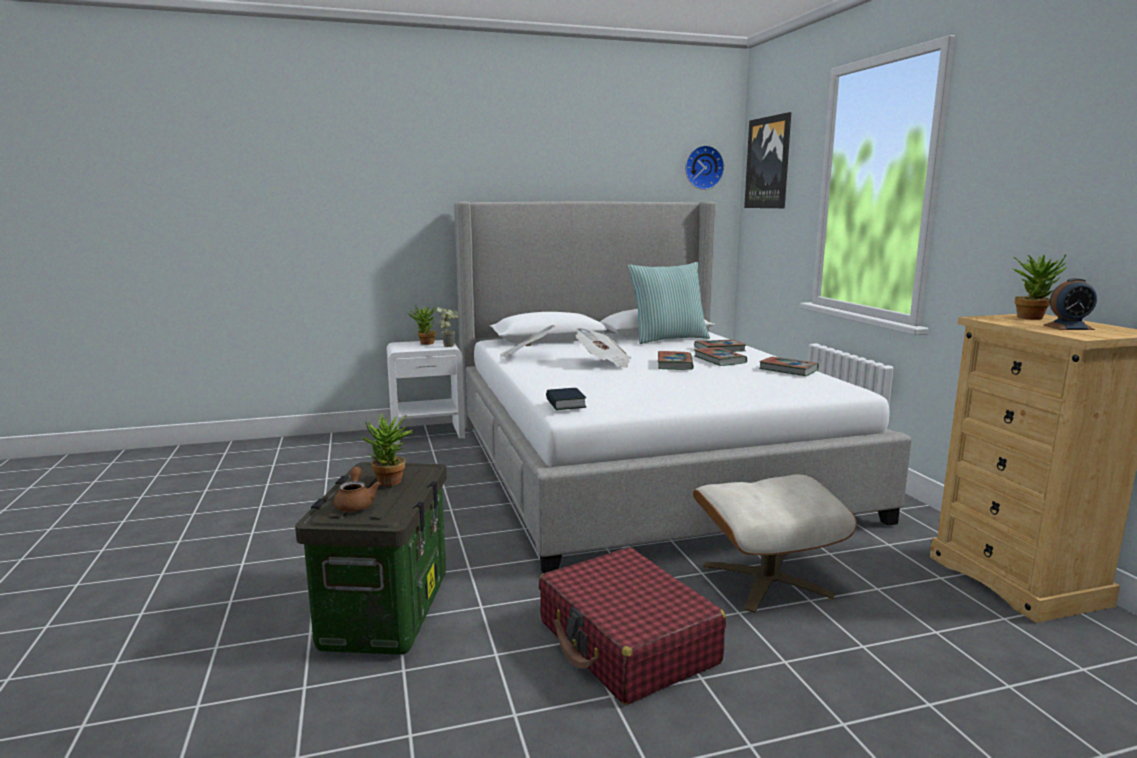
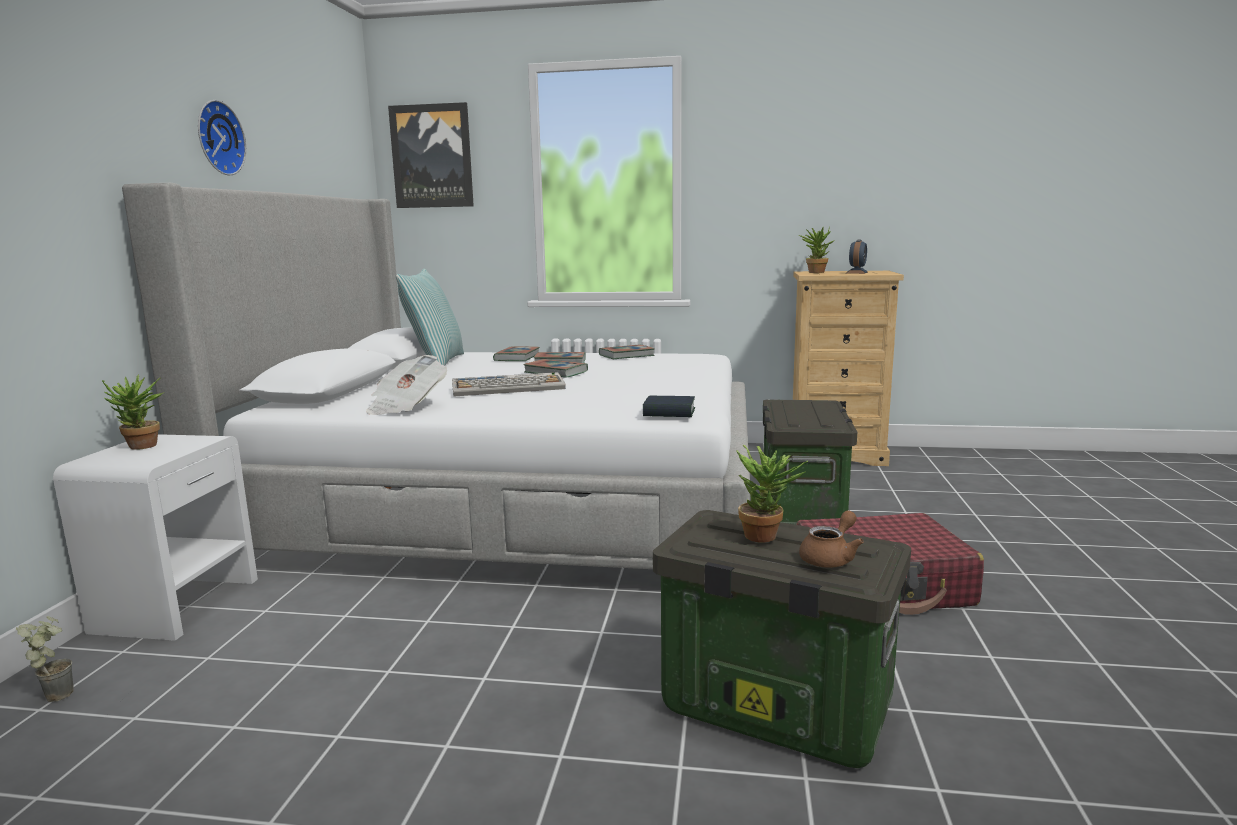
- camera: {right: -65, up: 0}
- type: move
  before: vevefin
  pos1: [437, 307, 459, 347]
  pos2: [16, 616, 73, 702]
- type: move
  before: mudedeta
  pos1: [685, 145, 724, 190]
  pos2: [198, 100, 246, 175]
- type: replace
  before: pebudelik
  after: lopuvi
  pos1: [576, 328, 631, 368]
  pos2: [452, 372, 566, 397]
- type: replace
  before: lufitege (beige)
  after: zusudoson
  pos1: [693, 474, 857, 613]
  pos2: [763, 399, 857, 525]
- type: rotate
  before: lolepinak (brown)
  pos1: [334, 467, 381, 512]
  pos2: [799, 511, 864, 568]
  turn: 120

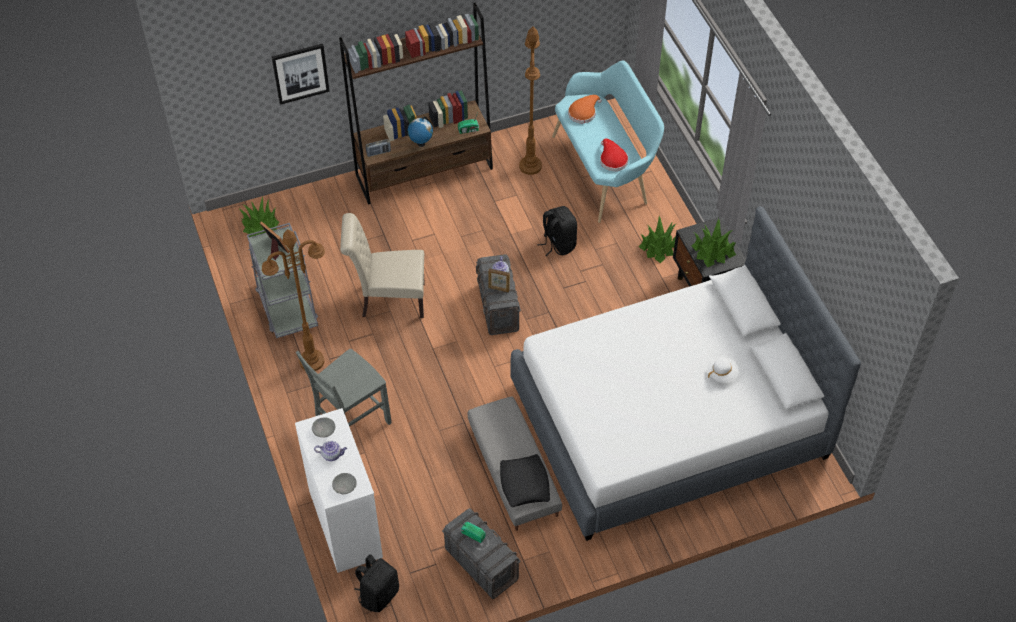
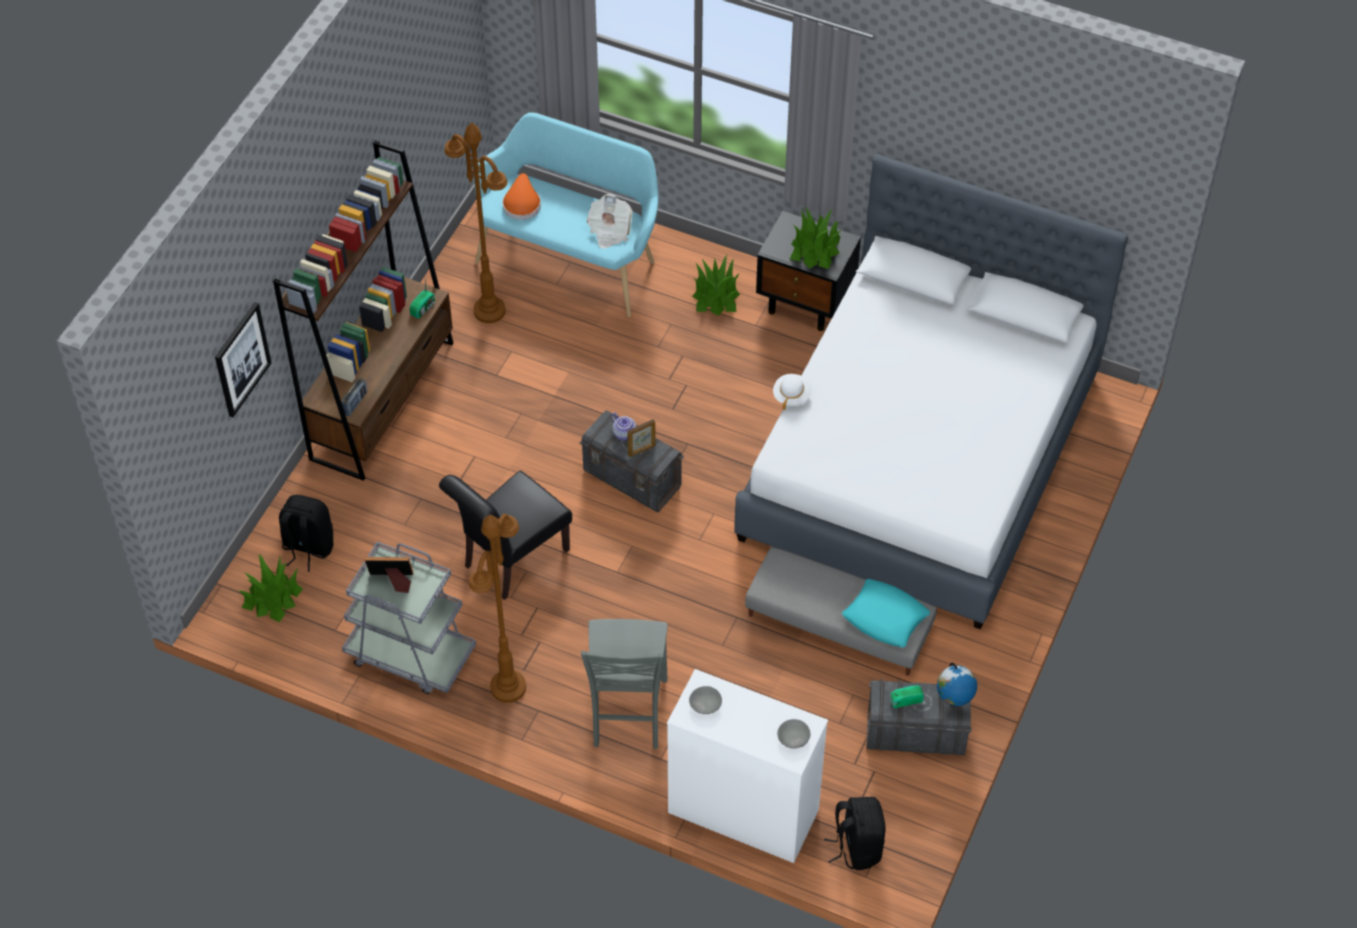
- camera: {right: -45, up: 0}
- type: move
  before: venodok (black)
  pos1: [538, 206, 577, 256]
  pos2: [279, 495, 334, 572]
- type: recolor
  before: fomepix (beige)
  after: fomepix (black)
  pos1: [340, 213, 425, 318]
  pos2: [439, 471, 572, 600]
- type: replace
  before: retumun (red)
  after: pebudelik
  pos1: [600, 138, 628, 171]
  pos2: [587, 194, 633, 249]
- type: move
  before: retumun (white)
  pos1: [708, 357, 738, 382]
  pos2: [773, 374, 812, 410]
- type: recolor
  before: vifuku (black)
  after: vifuku (turquoise)
  pos1: [500, 454, 550, 508]
  pos2: [842, 579, 930, 648]
- type: move
  before: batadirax
  pos1: [408, 117, 433, 147]
  pos2: [937, 663, 977, 706]
- type: delete
  before: lolepinak
  pos1: [314, 441, 347, 461]

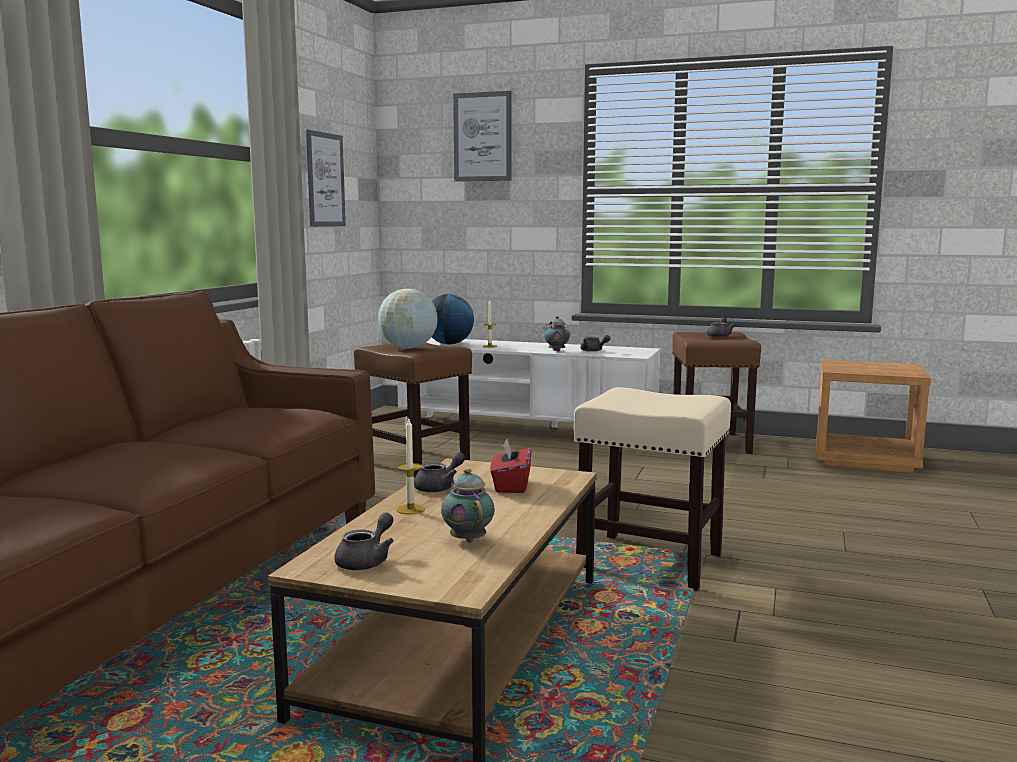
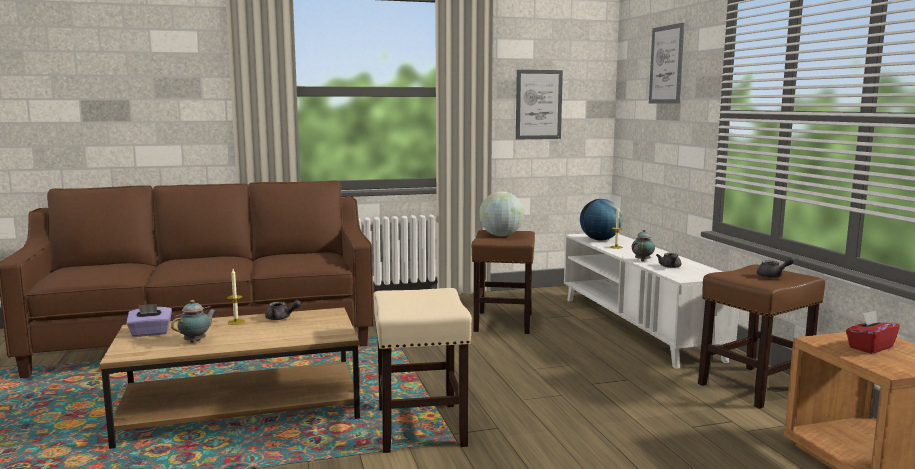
- camera: {right: 55, up: 0}
- type: replace
  before: lolepinak (grey)
  after: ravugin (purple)
  pos1: [334, 513, 394, 570]
  pos2: [126, 304, 172, 337]
- type: move
  before: ravugin (red)
  pos1: [490, 439, 531, 493]
  pos2: [846, 310, 900, 354]

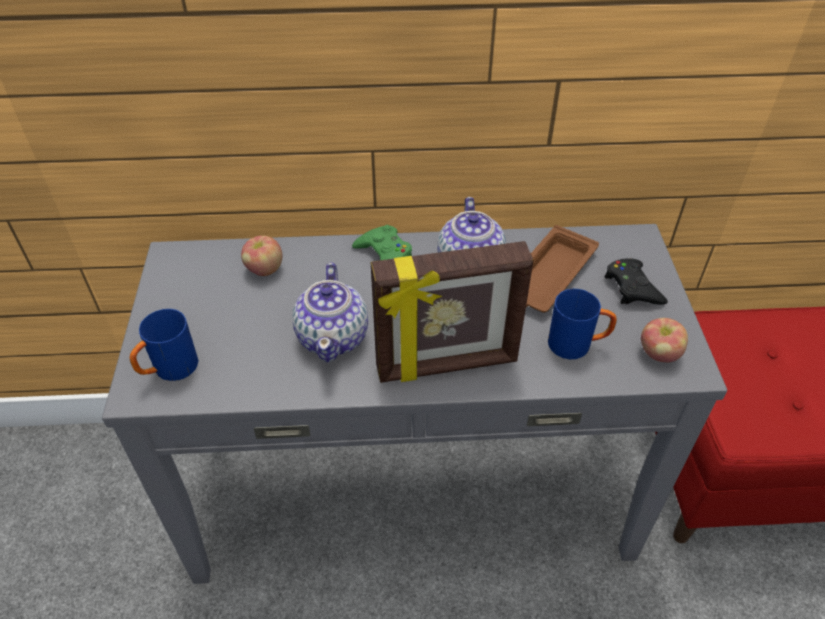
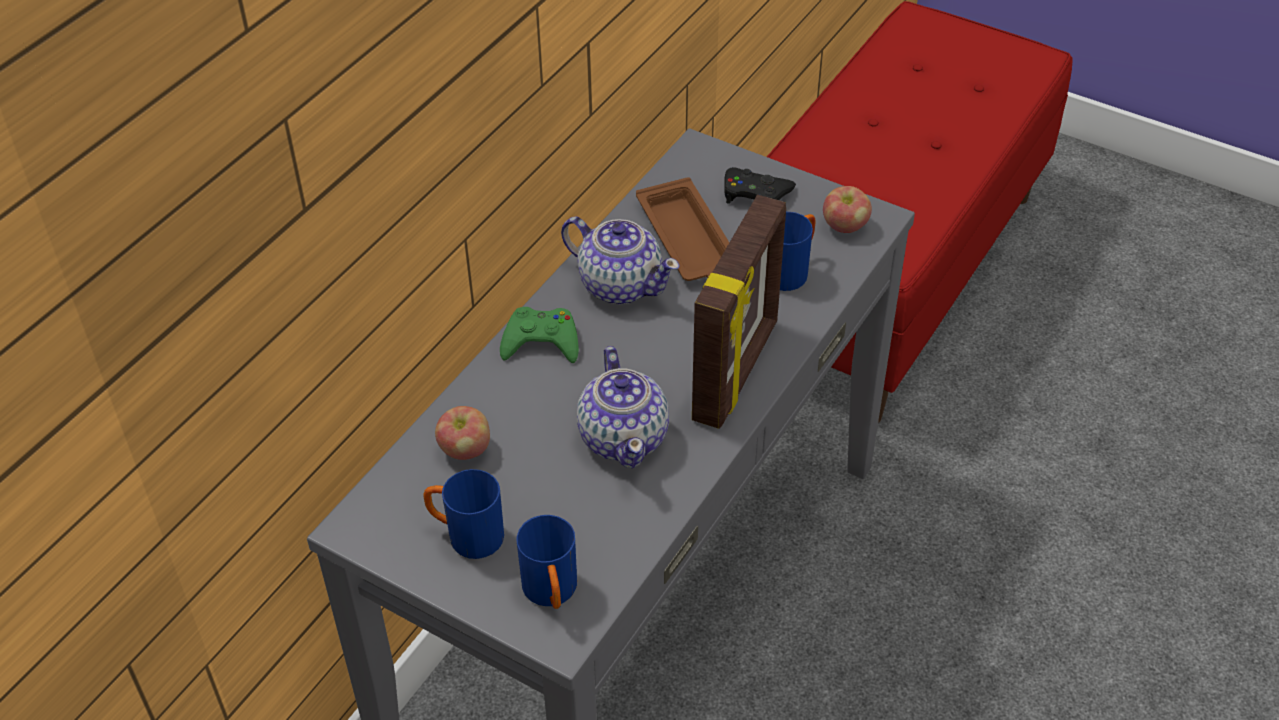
- camera: {right: -55, up: 0}
- type: insert
  after: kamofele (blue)
  pos2: [423, 469, 504, 559]
- type: rotate
  before: lolepinak
  pos1: [292, 263, 368, 362]
  pos2: [577, 346, 669, 468]
  turn: 45

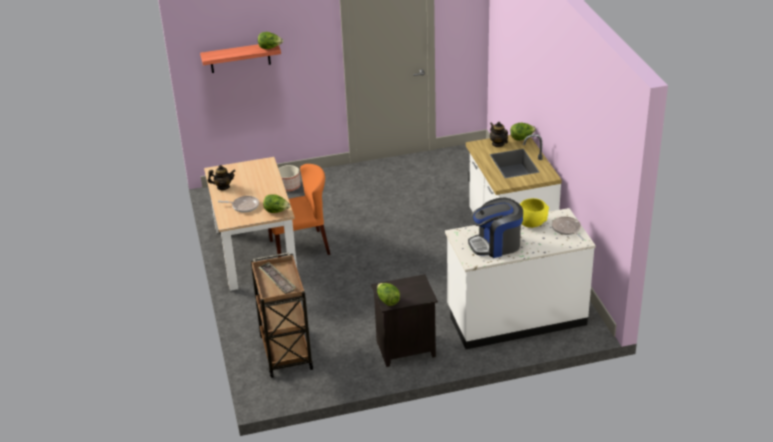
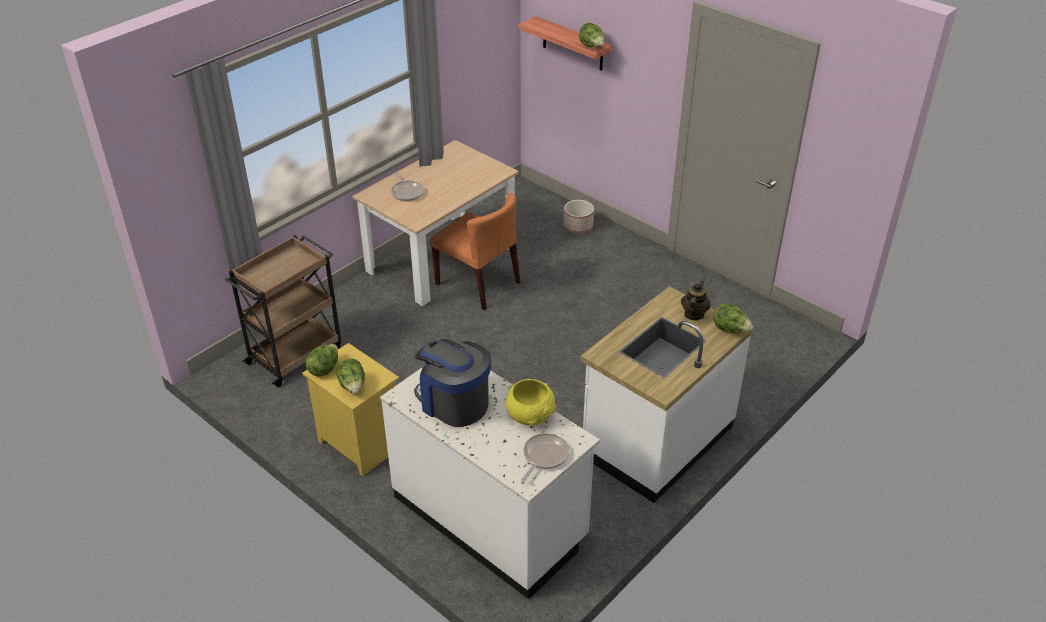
- camera: {right: 55, up: 5}
- type: recolor
  before: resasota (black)
  after: resasota (yellow)
  pos1: [371, 274, 438, 367]
  pos2: [302, 343, 399, 476]
- type: move
  before: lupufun
  pos1: [263, 195, 290, 213]
  pos2: [337, 359, 365, 394]
- type: delete
  before: lolepinak
  pos1: [208, 165, 235, 190]
- type: delete
  before: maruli
  pos1: [259, 262, 296, 294]

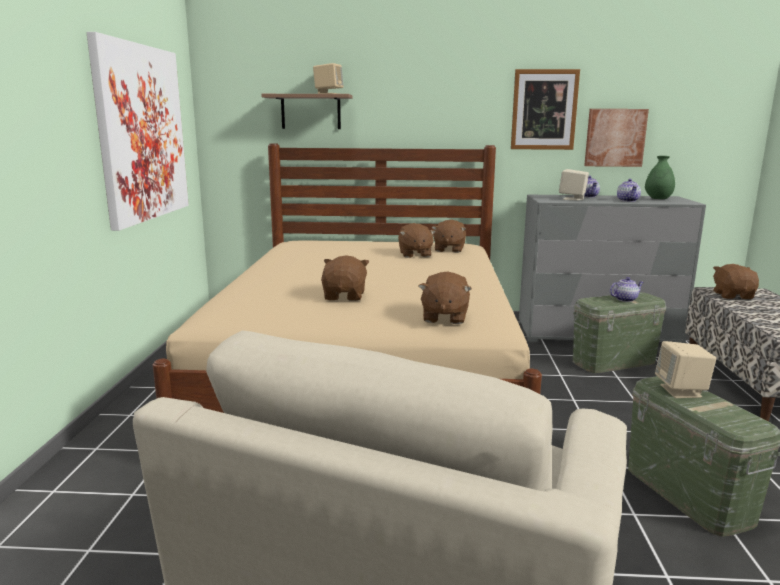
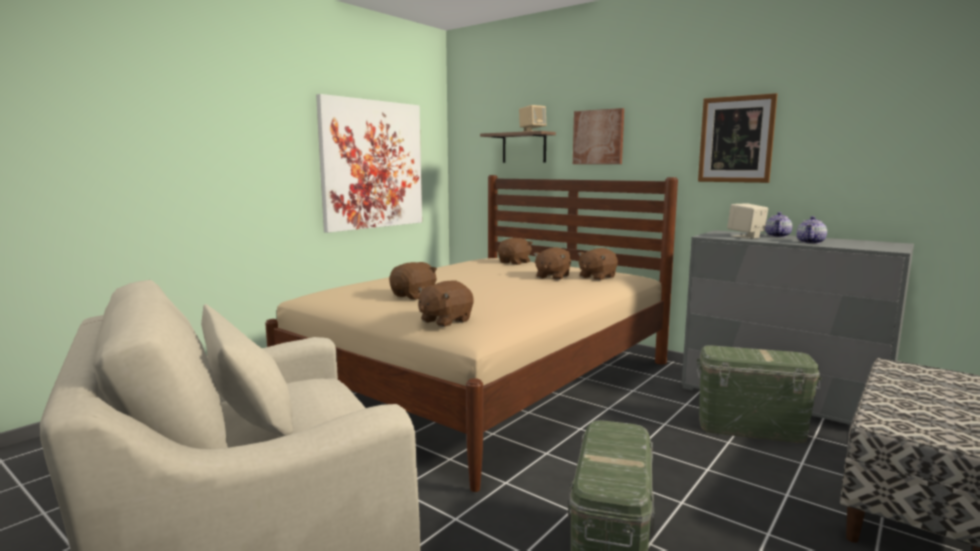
- camera: {right: 35, up: -5}
- type: move
  before: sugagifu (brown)
  pos1: [713, 264, 759, 299]
  pos2: [498, 238, 533, 265]
- type: move
  before: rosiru
  pos1: [584, 109, 649, 167]
  pos2: [573, 108, 624, 164]
- type: delete
  before: lolepinak
  pos1: [610, 277, 643, 302]
- type: delete
  before: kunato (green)
  pos1: [645, 156, 675, 199]
- type: delete
  before: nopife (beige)
  pos1: [655, 341, 716, 398]

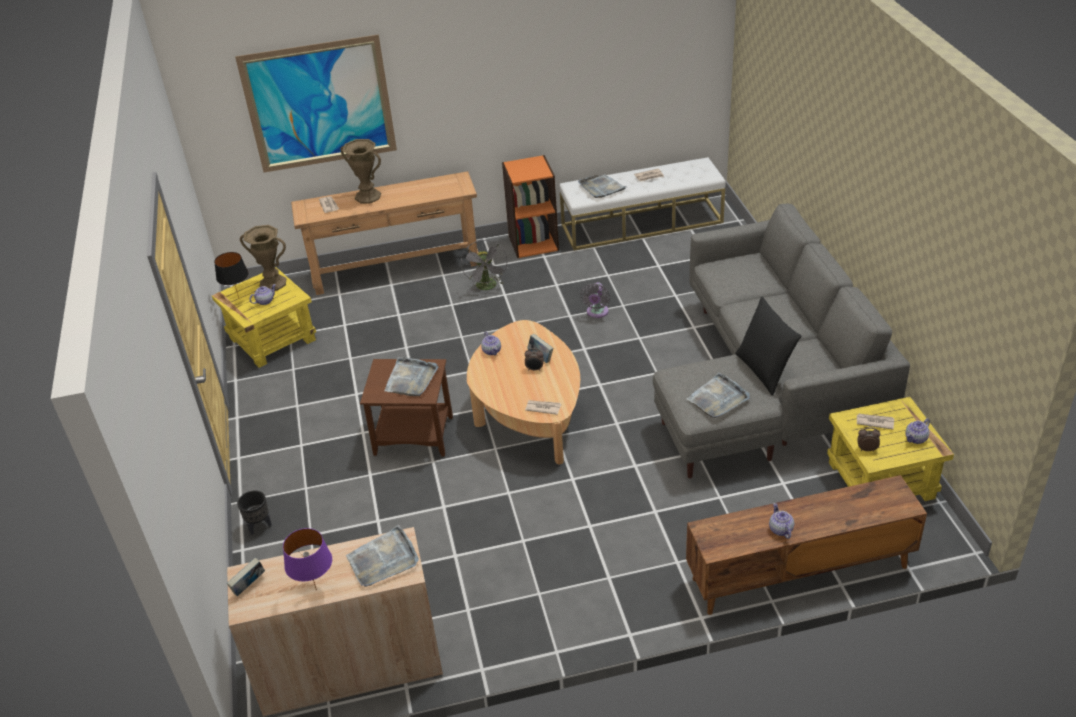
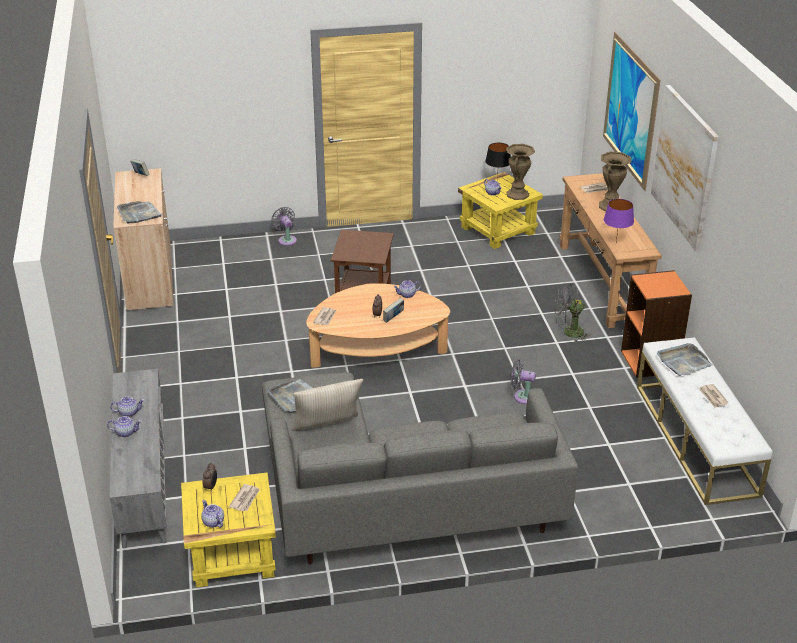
- camera: {right: 90, up: -5}
- type: insert
  after: lolepinak
  pos2: [107, 416, 141, 437]
- type: recolor
  before: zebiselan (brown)
  after: zebiselan (grey)
  pos1: [686, 475, 927, 615]
  pos2: [110, 369, 167, 548]
- type: replace
  before: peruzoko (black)
  after: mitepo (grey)
  pos1: [237, 490, 272, 535]
  pos2: [271, 207, 297, 246]
- type: recolor
  before: vifuku (black)
  after: vifuku (beige)
  pos1: [736, 297, 801, 396]
  pos2: [291, 379, 364, 431]
- type: move
  before: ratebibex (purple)
  pos1: [283, 528, 332, 591]
  pos2: [604, 199, 634, 242]
- type: insert
  after: rosiru
  pos2: [651, 85, 719, 251]
- type: delete
  before: maruli (grey)
  pos1: [384, 357, 438, 396]

